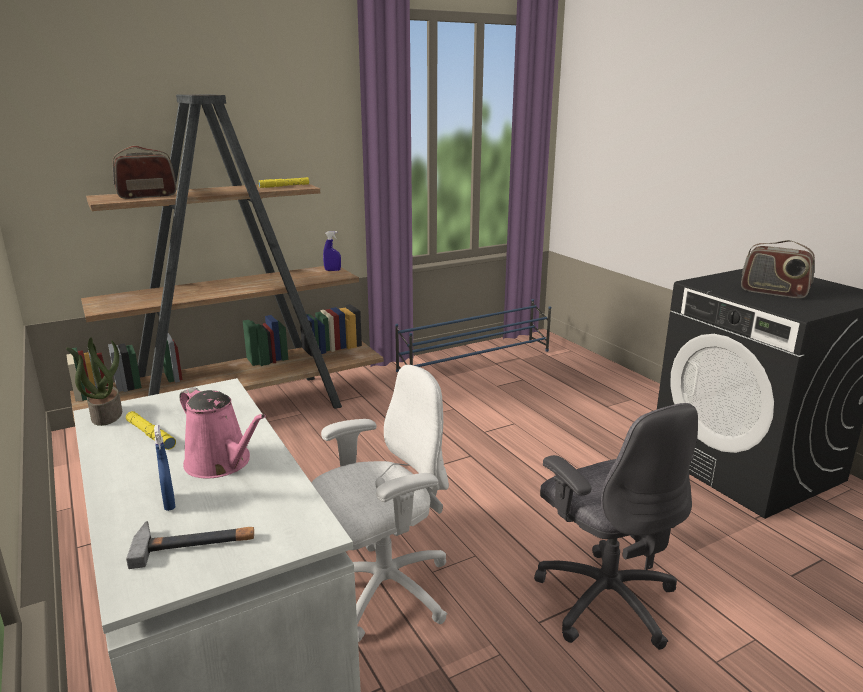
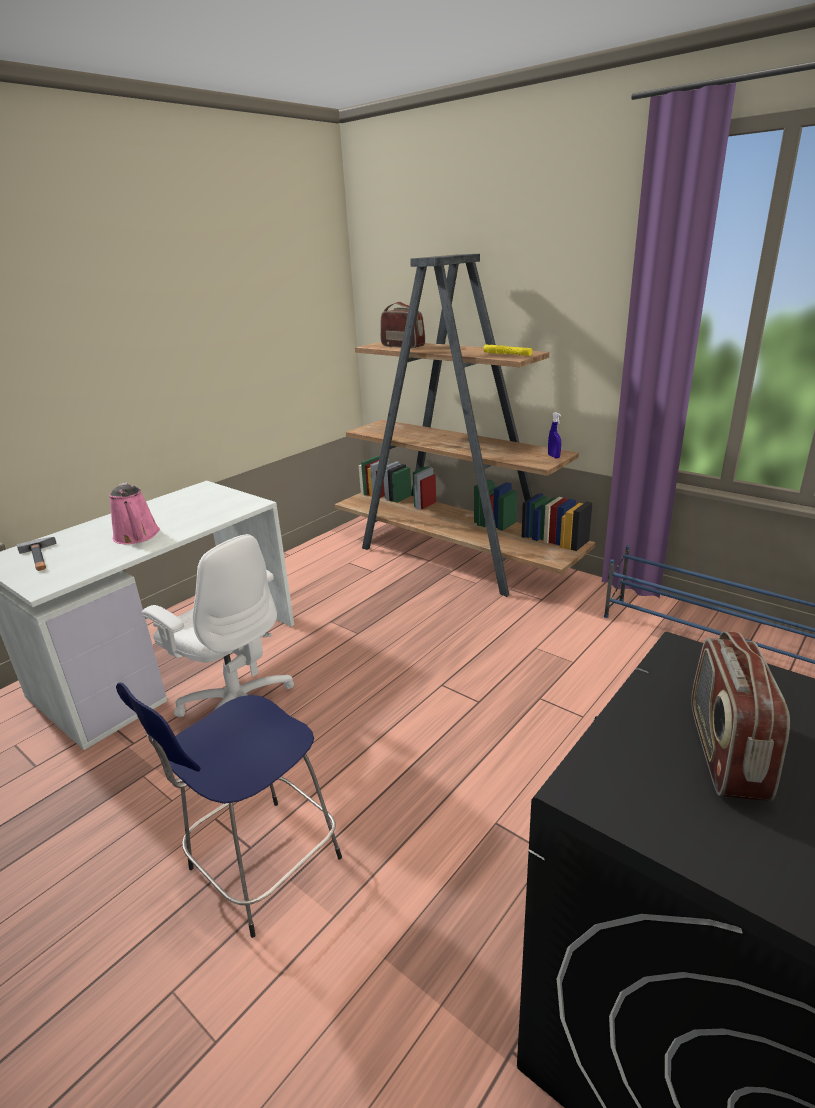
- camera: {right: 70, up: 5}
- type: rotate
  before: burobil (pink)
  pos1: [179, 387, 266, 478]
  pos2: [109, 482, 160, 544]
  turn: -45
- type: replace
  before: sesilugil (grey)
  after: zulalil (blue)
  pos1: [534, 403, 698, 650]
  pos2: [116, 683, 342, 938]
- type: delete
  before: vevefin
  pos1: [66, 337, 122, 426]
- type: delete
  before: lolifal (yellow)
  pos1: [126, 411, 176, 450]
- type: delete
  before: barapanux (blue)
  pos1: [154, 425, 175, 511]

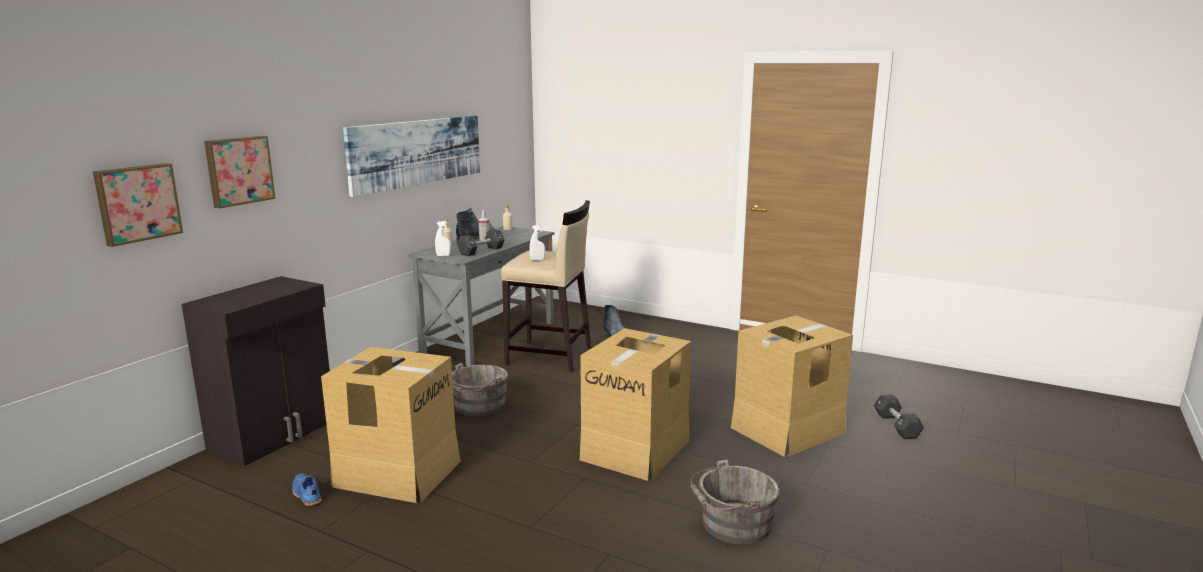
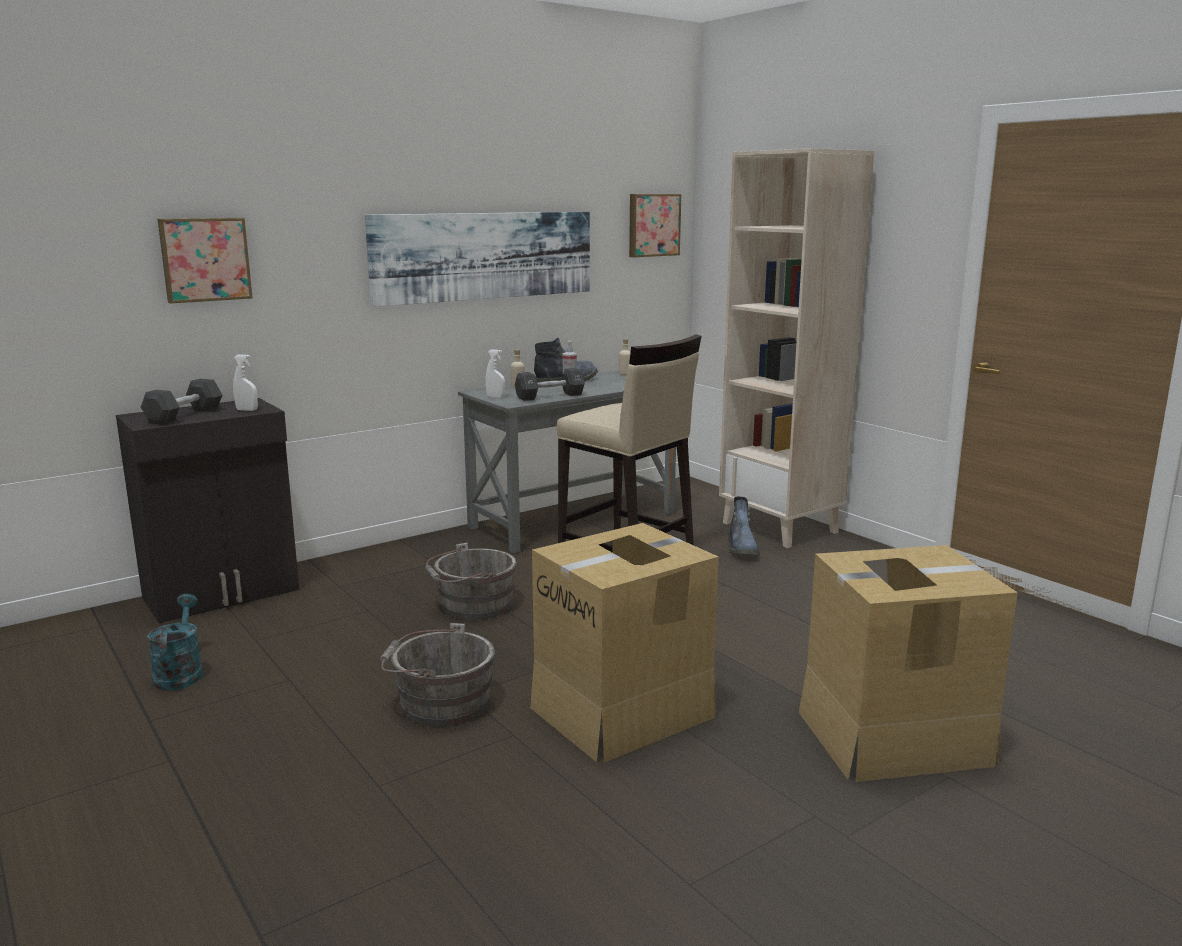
- camera: {right: 25, up: 0}
- type: move
  before: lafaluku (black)
  pos1: [874, 394, 924, 439]
  pos2: [141, 379, 222, 425]
- type: replace
  before: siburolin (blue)
  after: burobil (turquoise)
  pos1: [292, 473, 322, 506]
  pos2: [147, 594, 203, 691]
- type: move
  before: barapanux (white)
  pos1: [529, 225, 545, 261]
  pos2: [233, 355, 258, 411]
- type: move
  before: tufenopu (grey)
  pos1: [690, 460, 779, 544]
  pos2: [380, 623, 495, 726]
- type: move
  before: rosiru
  pos1: [93, 163, 183, 247]
  pos2: [629, 194, 681, 257]
- type: insert
  after: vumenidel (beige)
  pos2: [719, 148, 874, 548]
- type: delete
  before: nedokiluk
  pos1: [321, 347, 461, 503]

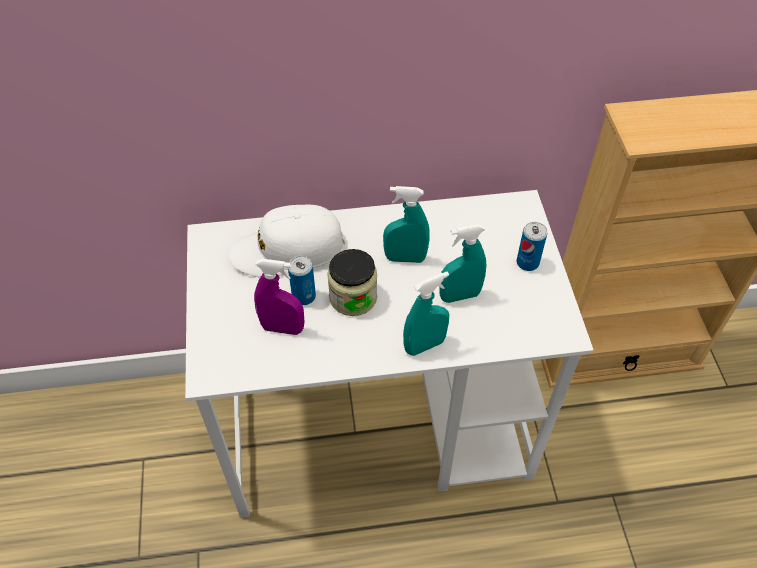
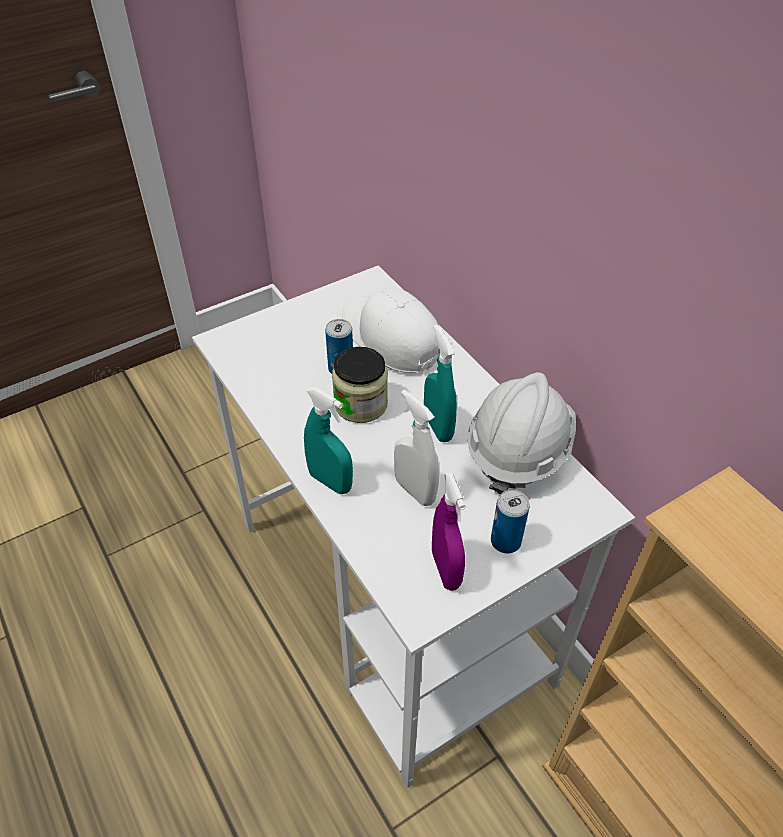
- camera: {right: 65, up: -5}
- type: recolor
  before: barapanux (turquoise)
  after: barapanux (white)
  pos1: [439, 224, 487, 303]
  pos2: [394, 390, 439, 506]
- type: move
  before: barapanux (purple)
  pos1: [254, 259, 305, 335]
  pos2: [432, 472, 466, 591]
- type: insert
  after: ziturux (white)
  pos2: [468, 372, 576, 494]

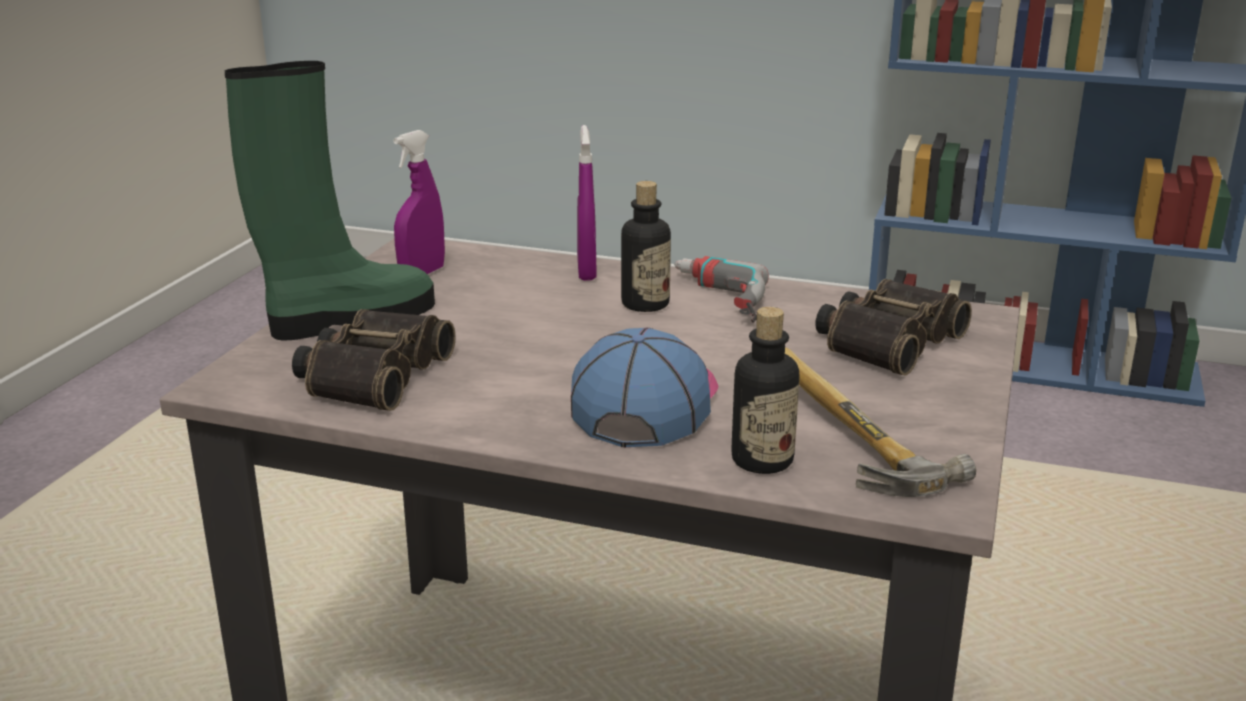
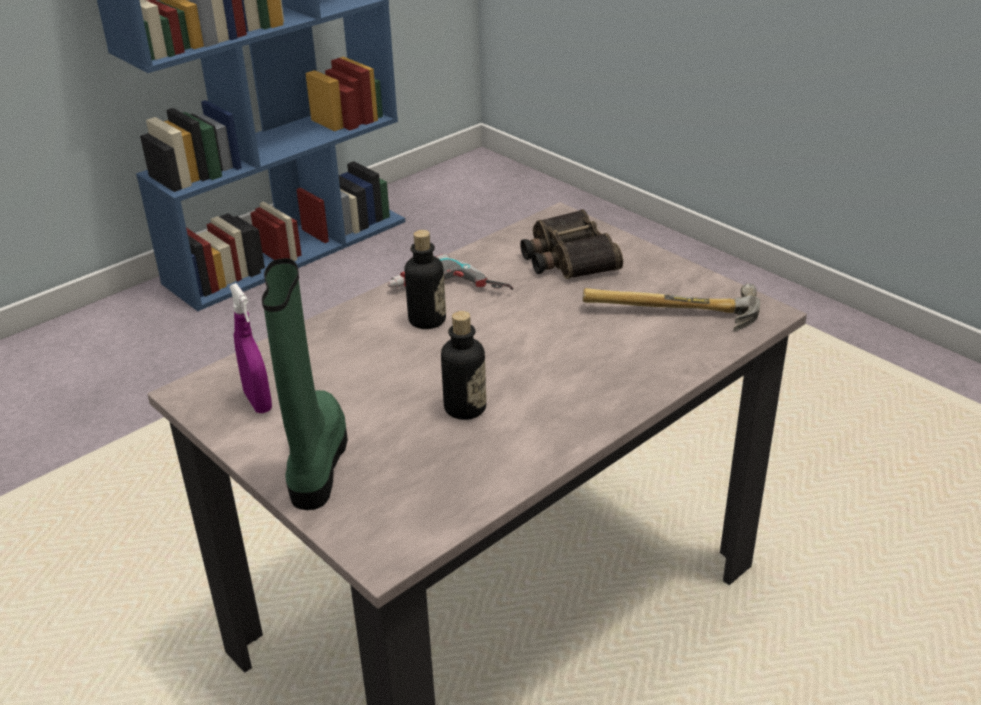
- camera: {right: -60, up: 10}
- type: move
  before: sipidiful
  pos1: [731, 307, 800, 474]
  pos2: [441, 311, 486, 420]
- type: delete
  before: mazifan
  pos1: [292, 309, 456, 411]
- type: delete
  before: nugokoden
  pos1: [571, 327, 719, 447]
- type: delete
  before: barapanux (purple)
  pos1: [577, 125, 597, 281]

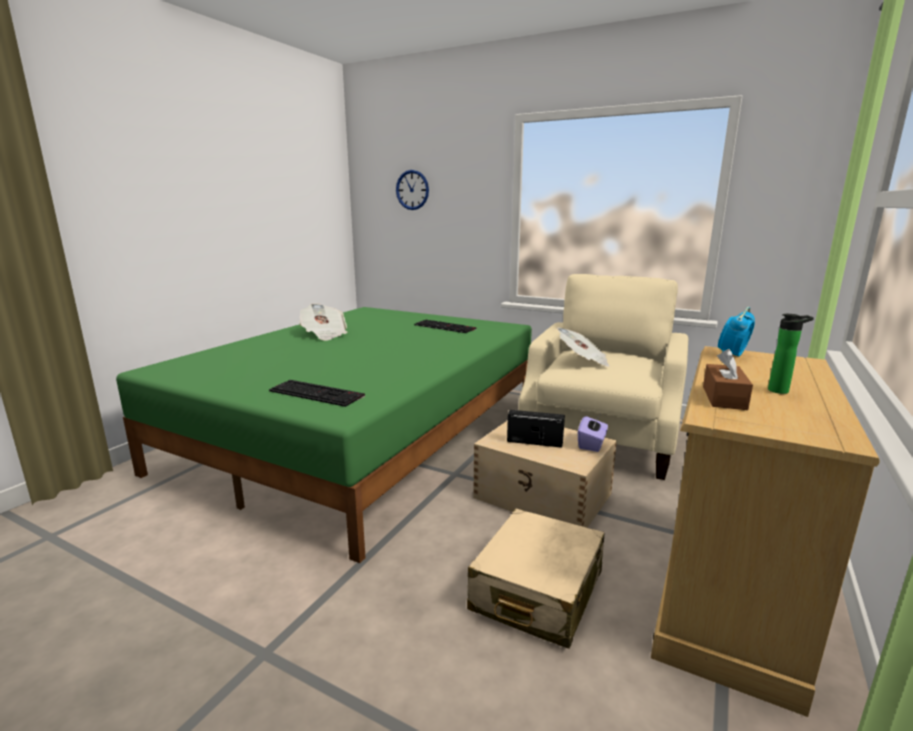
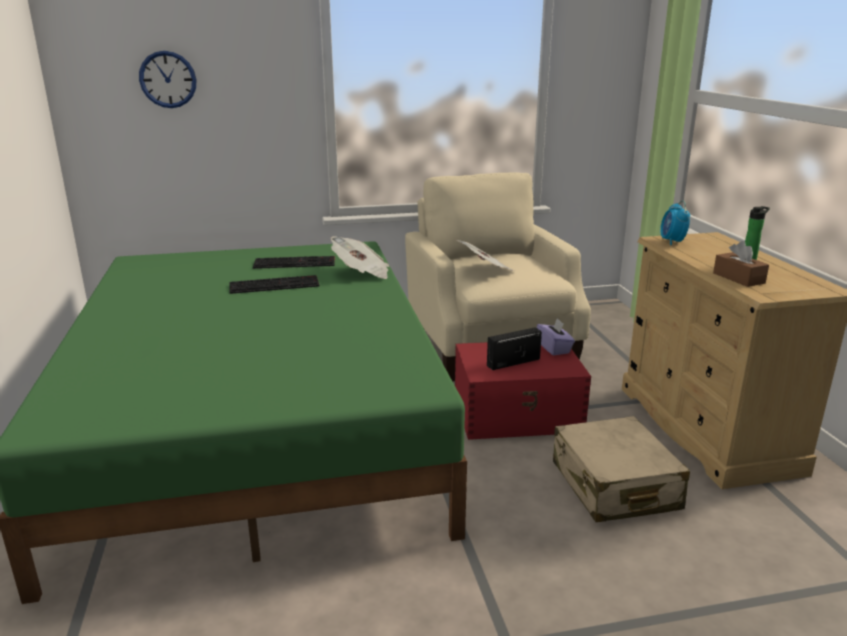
- camera: {right: -40, up: 5}
- type: move
  before: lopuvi
  pos1: [269, 380, 365, 407]
  pos2: [229, 275, 319, 294]
- type: move
  before: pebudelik
  pos1: [299, 303, 347, 341]
  pos2: [331, 236, 389, 279]
- type: recolor
  before: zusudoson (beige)
  after: zusudoson (red)
  pos1: [473, 420, 617, 528]
  pos2: [455, 342, 591, 440]

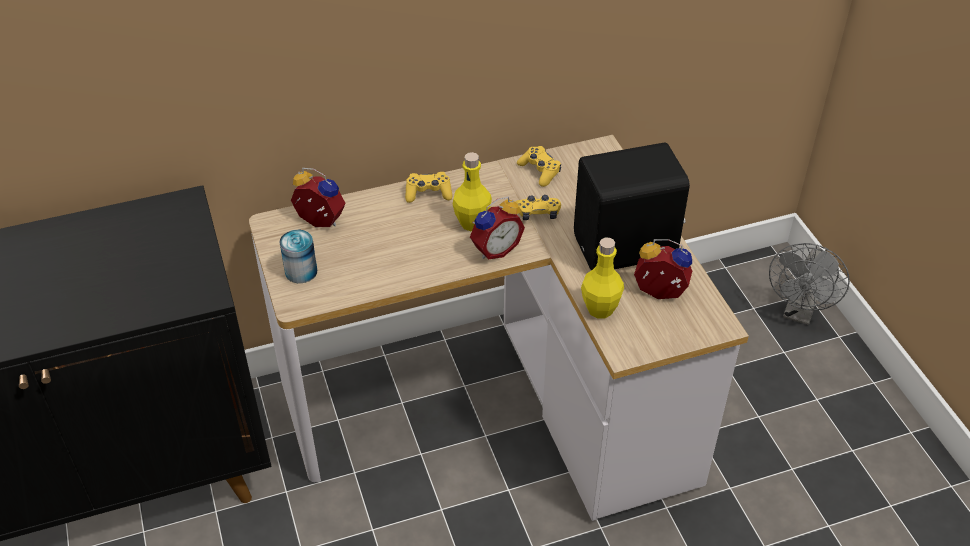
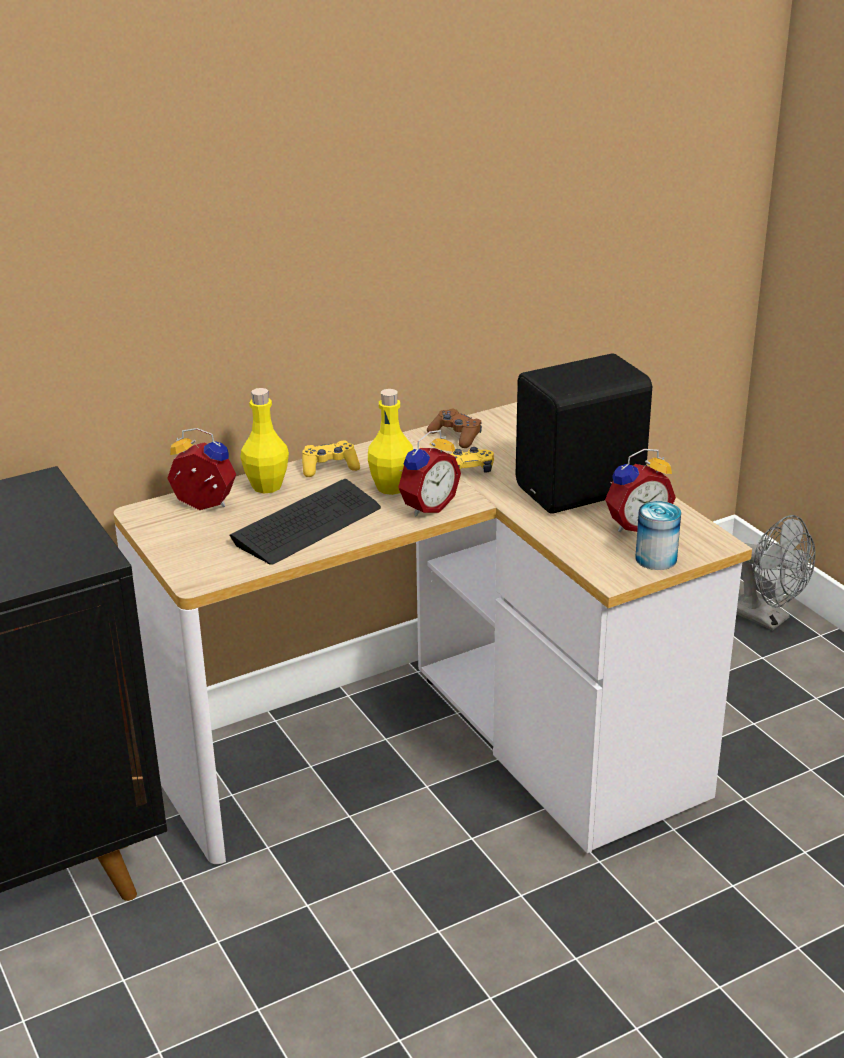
- camera: {right: -10, up: -15}
- type: insert
  after: lopuvi
  pos2: [229, 479, 381, 565]
- type: move
  before: sipidiful (yellow)
  pos1: [581, 238, 624, 318]
  pos2: [240, 388, 289, 493]
- type: recolor
  before: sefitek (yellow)
  after: sefitek (brown)
  pos1: [517, 146, 561, 187]
  pos2: [427, 409, 482, 448]
- type: rotate
  before: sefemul
  pos1: [634, 239, 692, 299]
  pos2: [605, 449, 676, 532]
  turn: 150
- type: move
  before: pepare
  pos1: [279, 230, 317, 283]
  pos2: [635, 501, 681, 570]
- type: rotate
  before: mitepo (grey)
  pos1: [769, 243, 850, 325]
  pos2: [736, 515, 816, 630]
  turn: -60

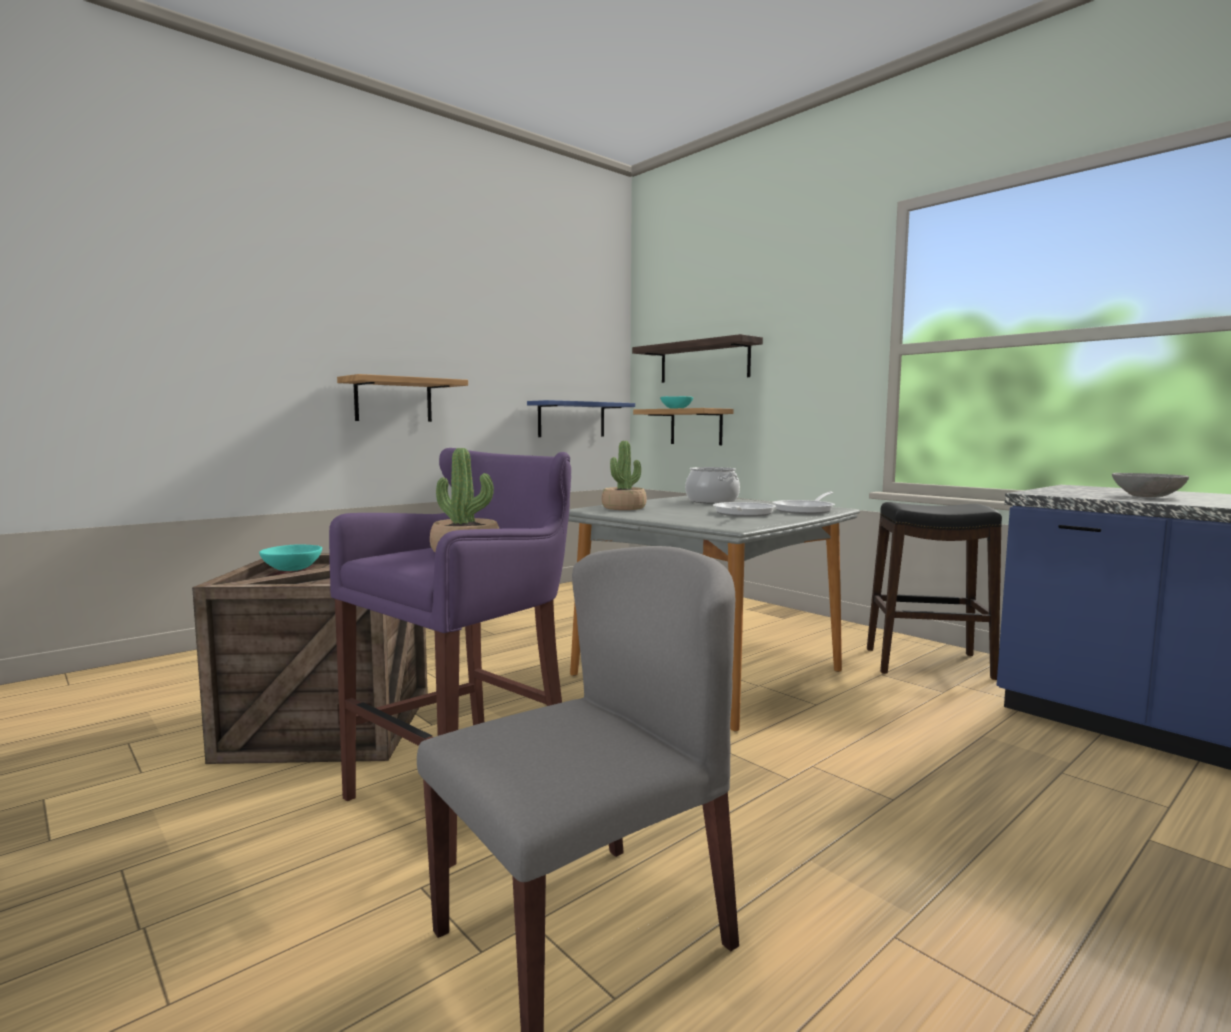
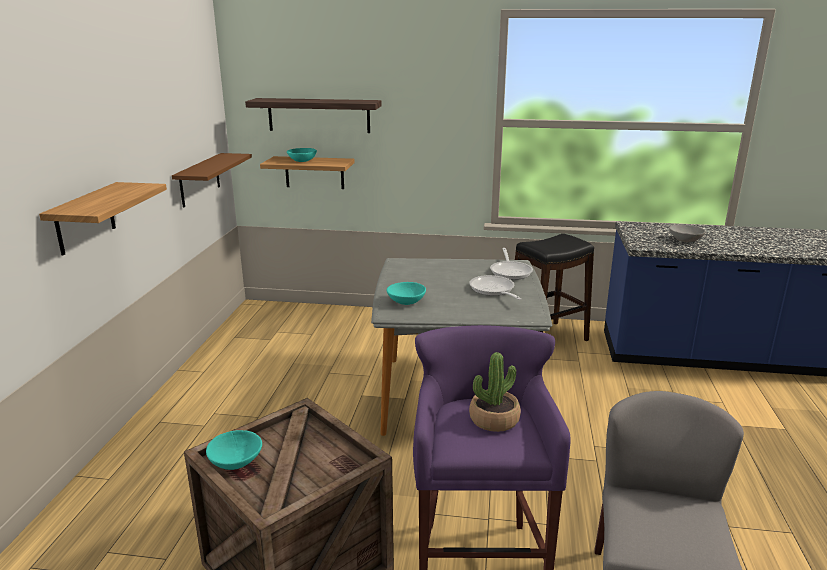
- camera: {right: -40, up: 15}
- type: recolor
  before: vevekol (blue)
  after: vevekol (brown)
  pos1: [527, 400, 635, 437]
  pos2: [172, 153, 252, 208]
- type: replace
  before: vevefin
  after: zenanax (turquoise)
  pos1: [602, 441, 647, 510]
  pos2: [387, 282, 426, 305]
- type: delete
  before: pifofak
  pos1: [685, 467, 740, 504]

